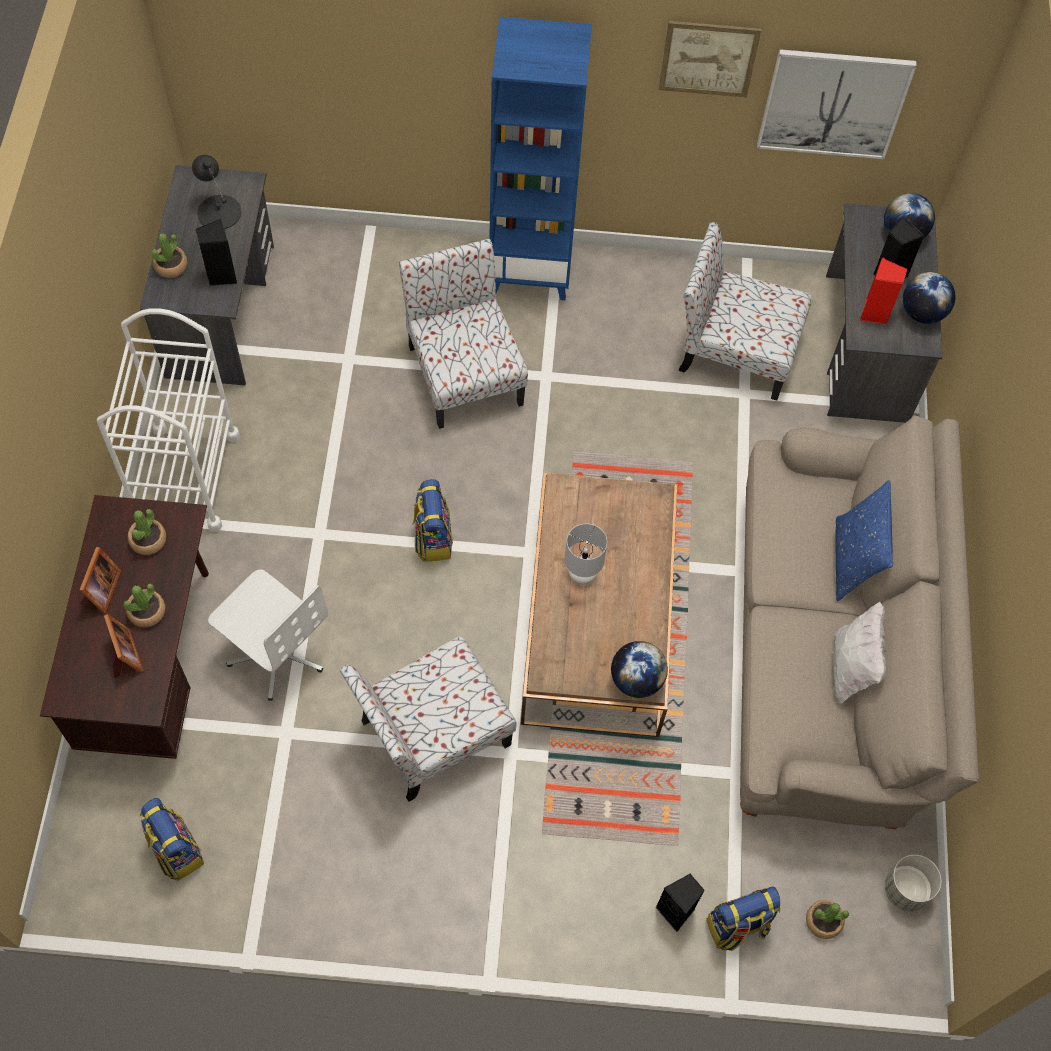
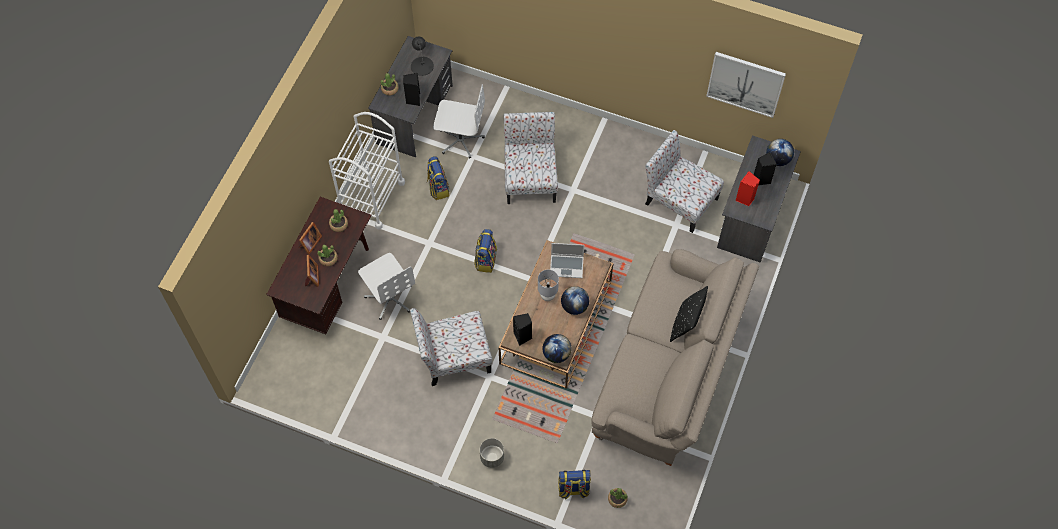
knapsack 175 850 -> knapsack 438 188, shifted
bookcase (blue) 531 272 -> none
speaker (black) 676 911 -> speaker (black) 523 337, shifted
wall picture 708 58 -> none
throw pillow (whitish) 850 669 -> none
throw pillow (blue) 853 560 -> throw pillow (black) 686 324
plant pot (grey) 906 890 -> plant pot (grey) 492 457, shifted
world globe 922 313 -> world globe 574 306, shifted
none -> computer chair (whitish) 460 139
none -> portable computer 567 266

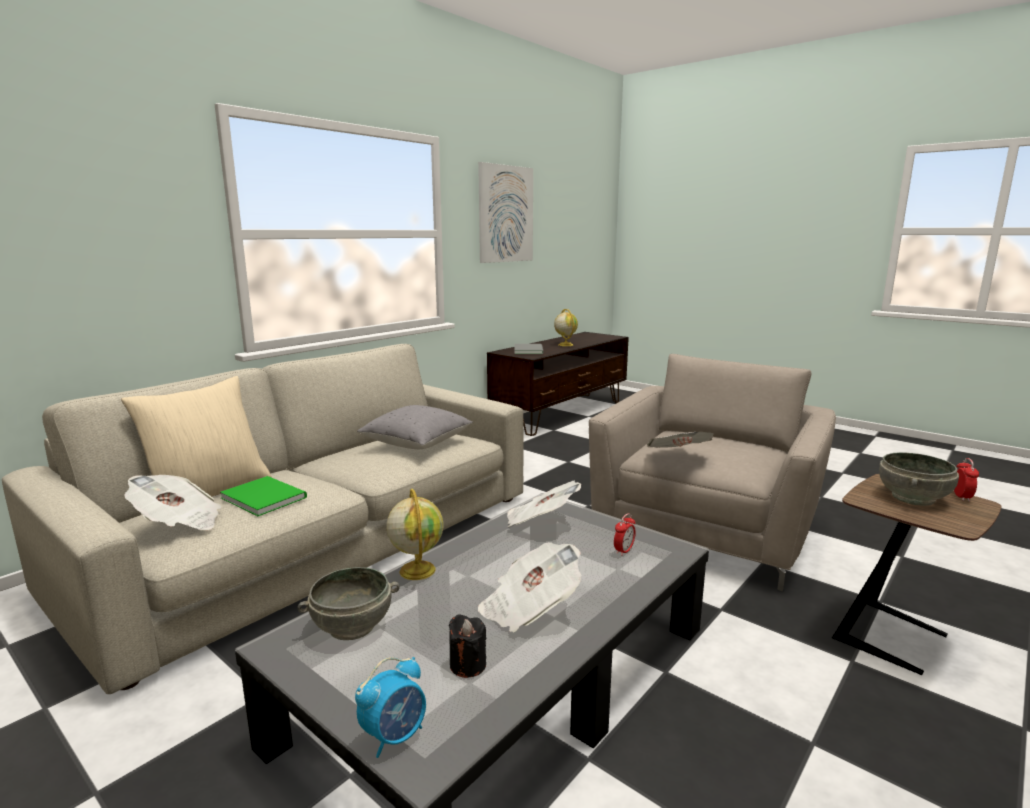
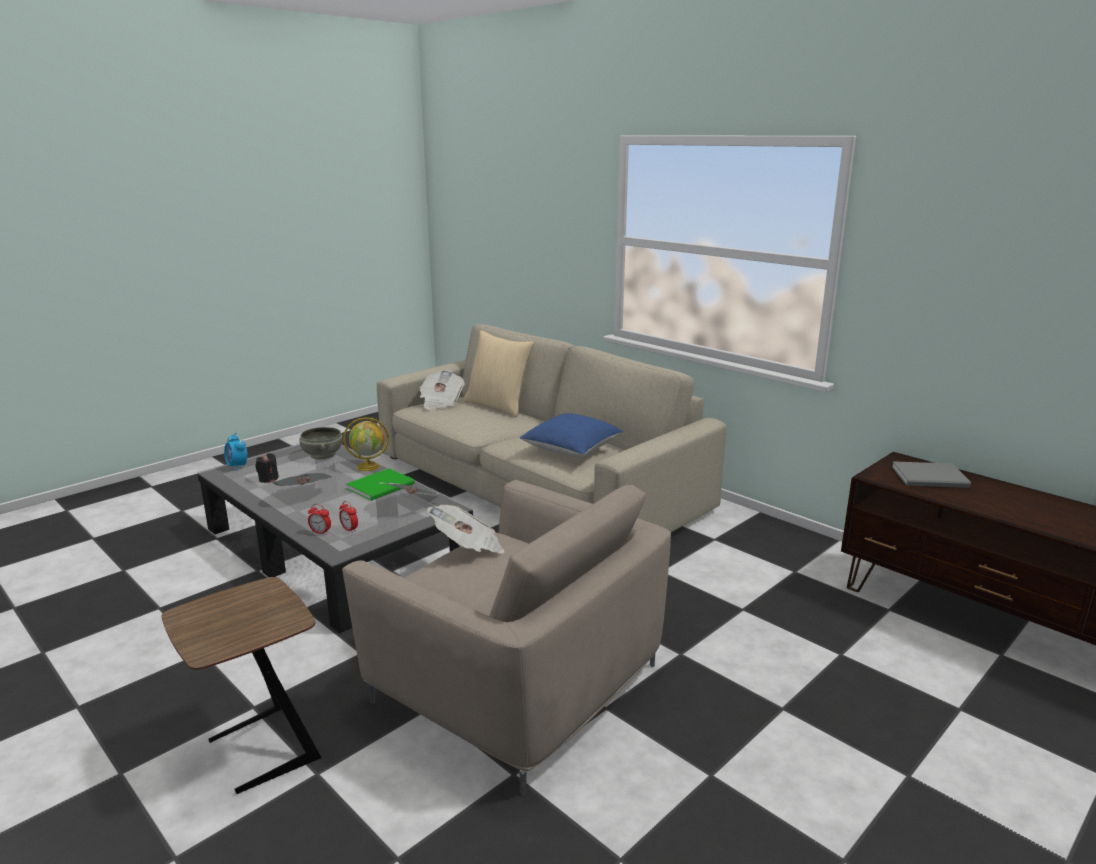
volume (green) 264 496 -> volume (green) 383 486, shifted
throw pillow (grey) 417 444 -> throw pillow (blue) 571 450
wall picture 506 214 -> none
world globe 565 345 -> none
deep dish (grey) 914 498 -> none
table clock 961 497 -> table clock 320 532, shifted

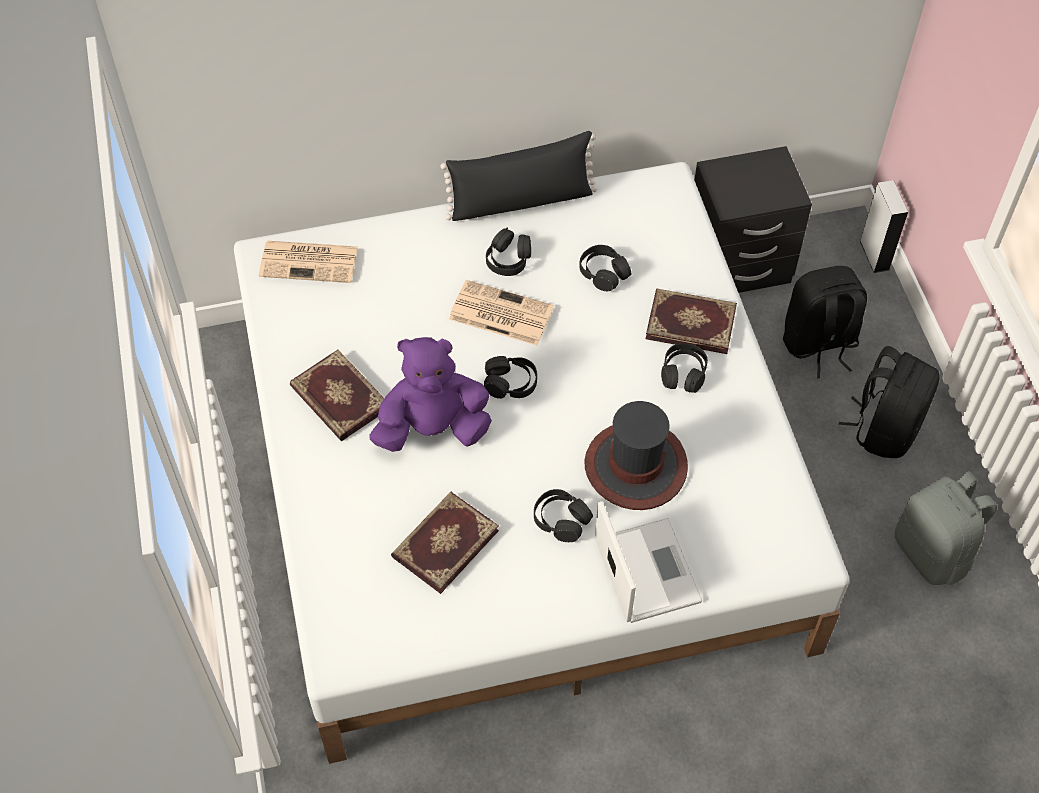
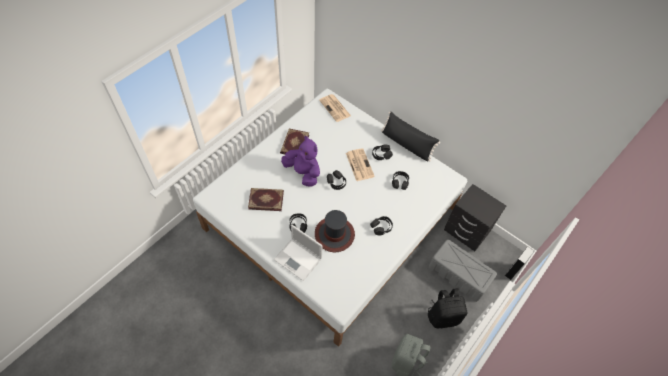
portable computer 645 569 -> portable computer 298 259, 90 degrees clockwise
volume 691 322 -> none
knapsack (black) 819 343 -> storage box (grey) 458 274

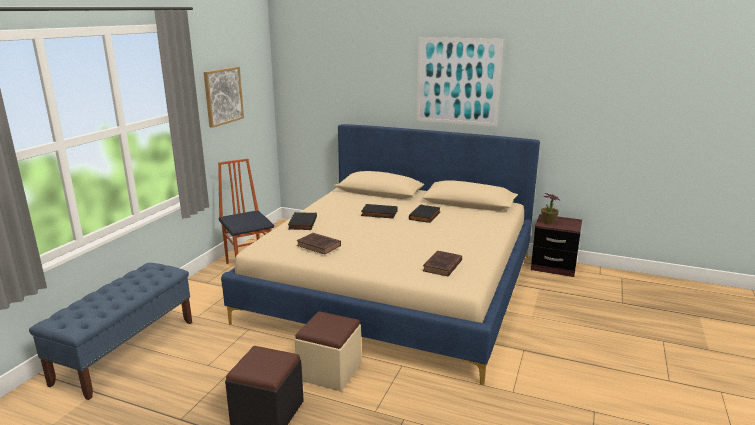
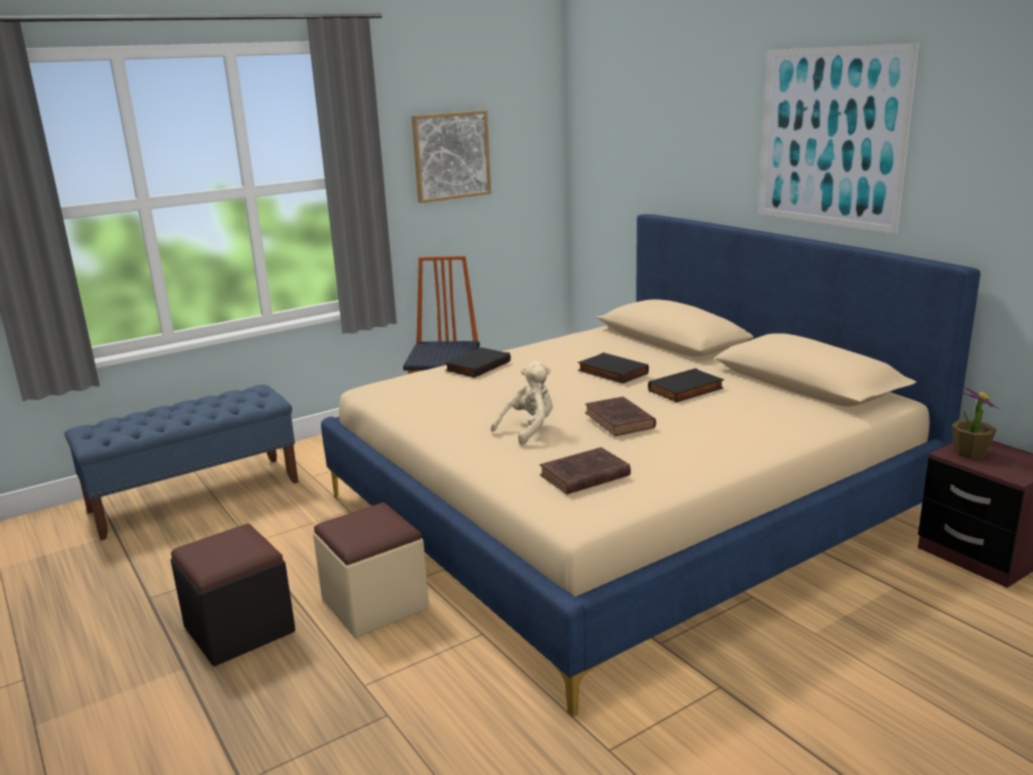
volume (brown) 319 246 -> volume (brown) 620 421, shifted
none -> soft toy (beige-coloured) 528 429

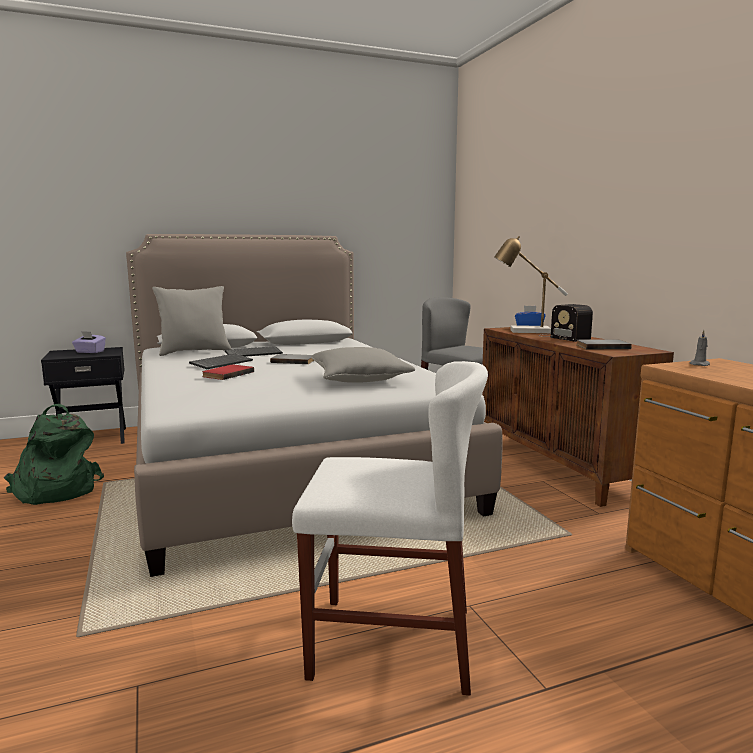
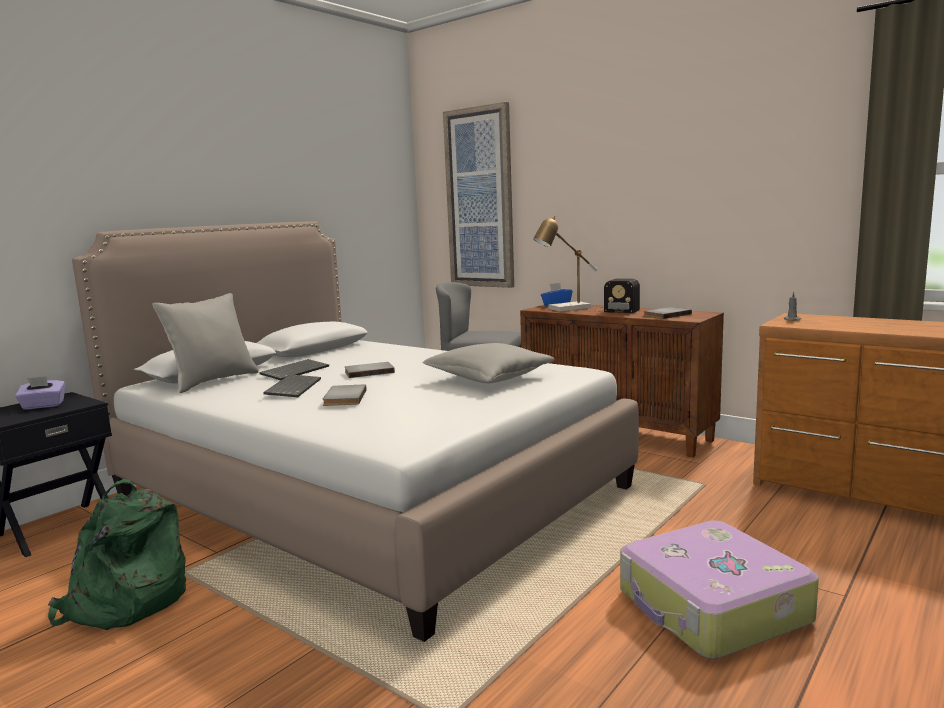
volume (red) 227 374 -> volume (grey) 343 398
plain chair (whitish) 392 642 -> piece of luggage 712 608
none -> wall picture 480 198

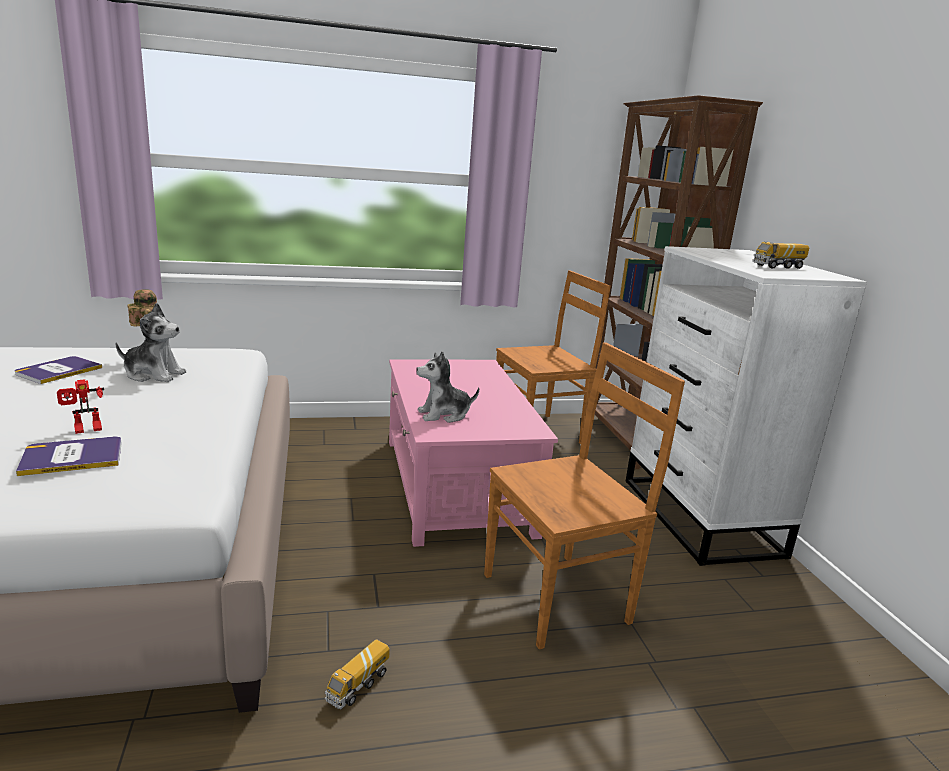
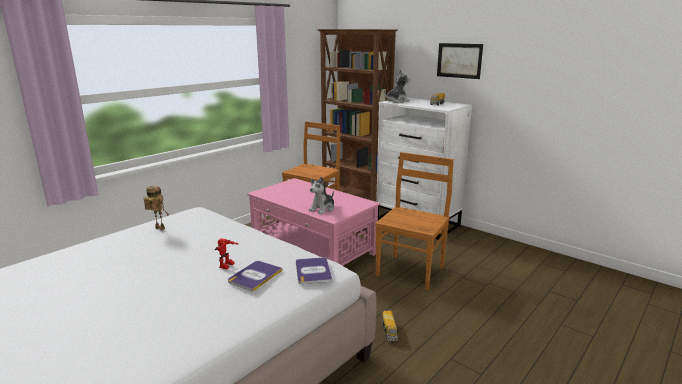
volume 58 371 -> volume 313 271, shifted
soft toy 153 374 -> soft toy 397 101, shifted
none -> wall picture 459 60

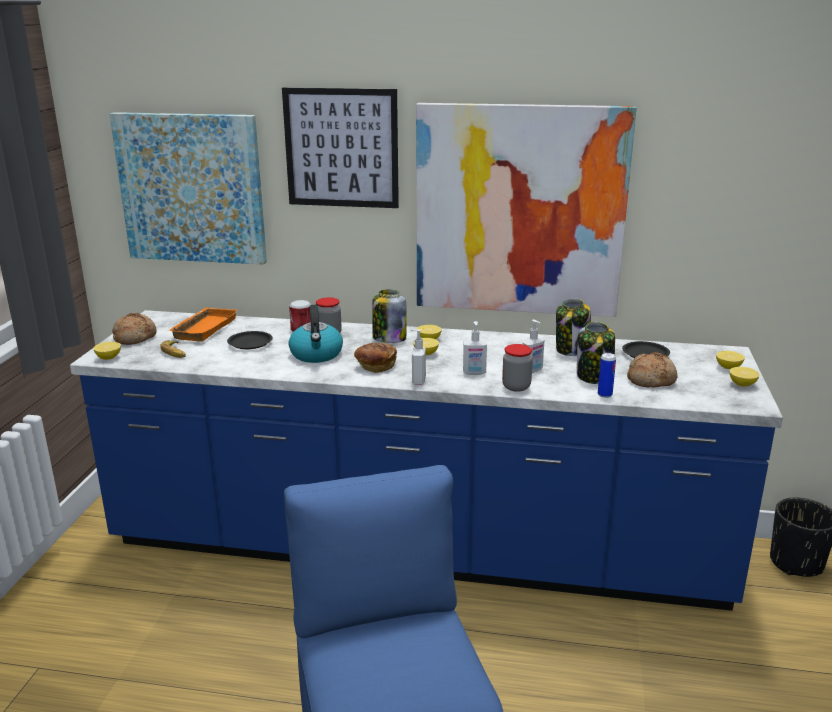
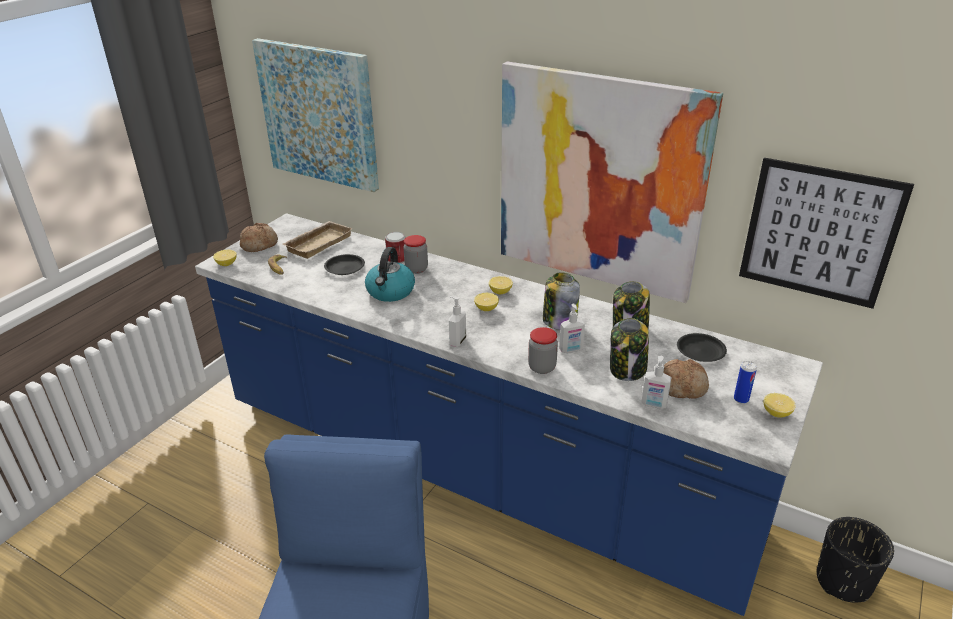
serving tray (orangey) 203 328 -> serving tray (beige-coloured) 318 243
wall picture 341 148 -> wall picture 819 233, shifted
bakery bread 375 366 -> none
jar 389 338 -> jar 559 321, shifted
soap dispenser 474 373 -> soap dispenser 653 404, shifted
sealed can 604 395 -> sealed can 741 399, shifted
lemon 728 367 -> none

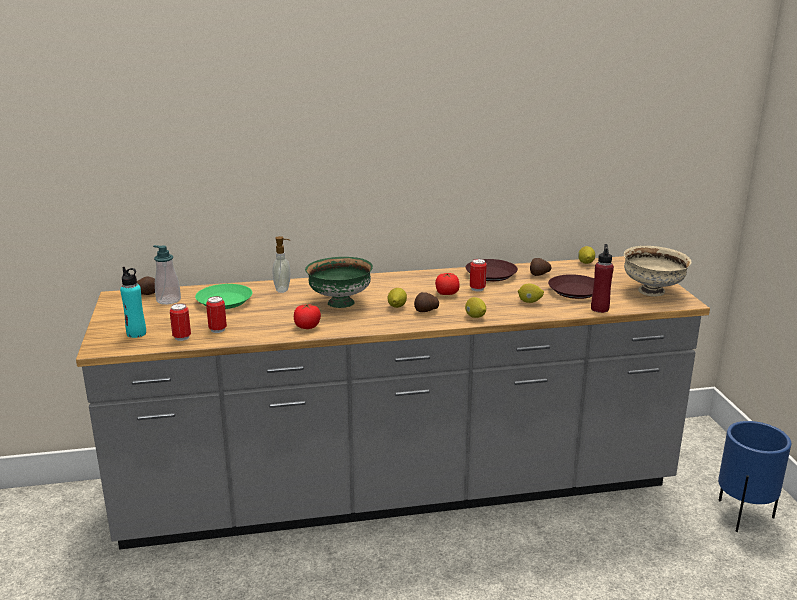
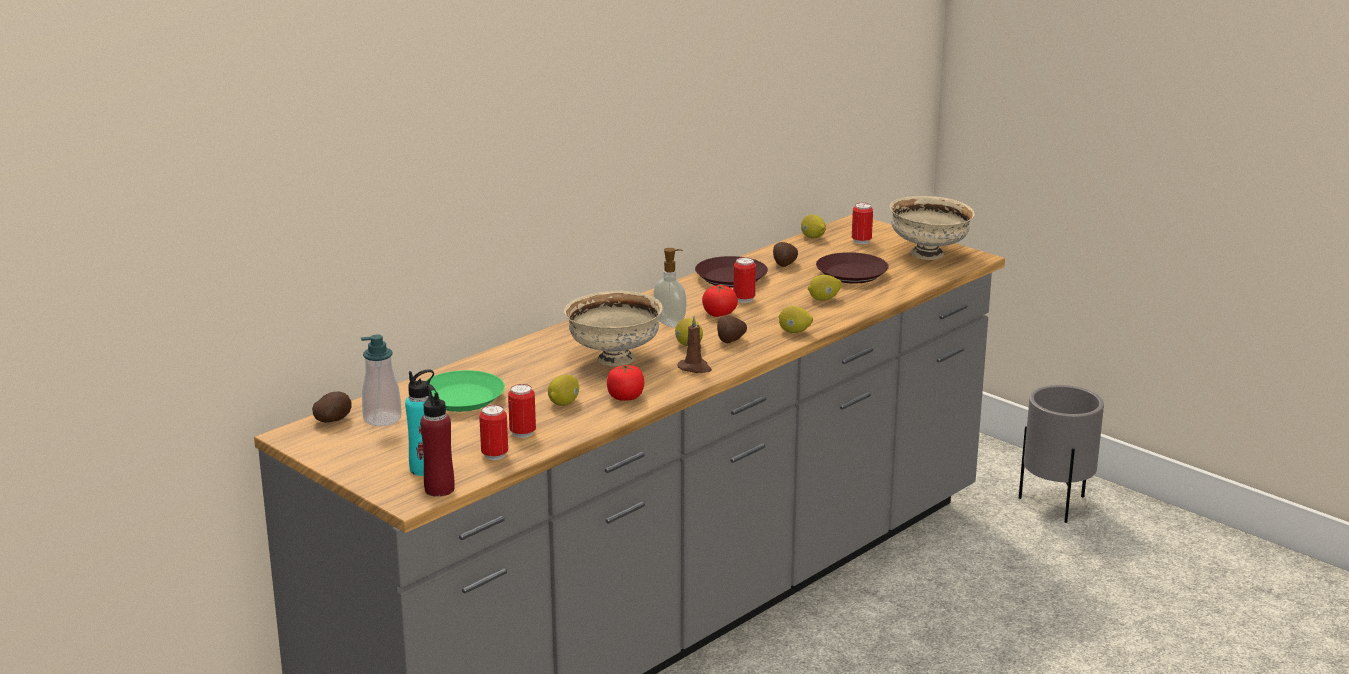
soap dispenser 283 289 -> soap dispenser 670 323, shifted
deep dish (green) 339 303 -> deep dish (beige-coloured) 614 359
drink bottle (red) 599 309 -> drink bottle (red) 439 489, shifted
plant pot (blue) 743 517 -> plant pot (grey) 1056 506
none -> lemon 564 403
none -> wax light (brown) 695 368
none -> sealed can 861 241

